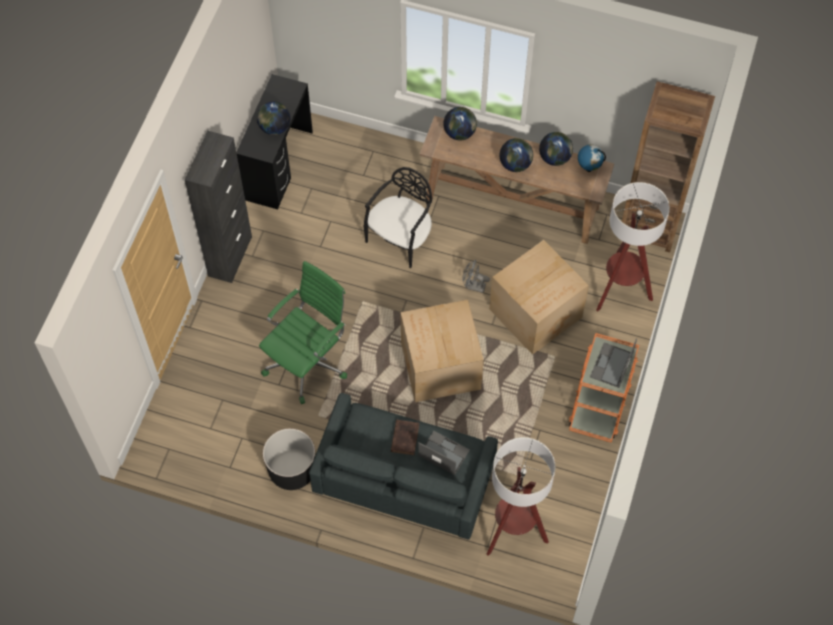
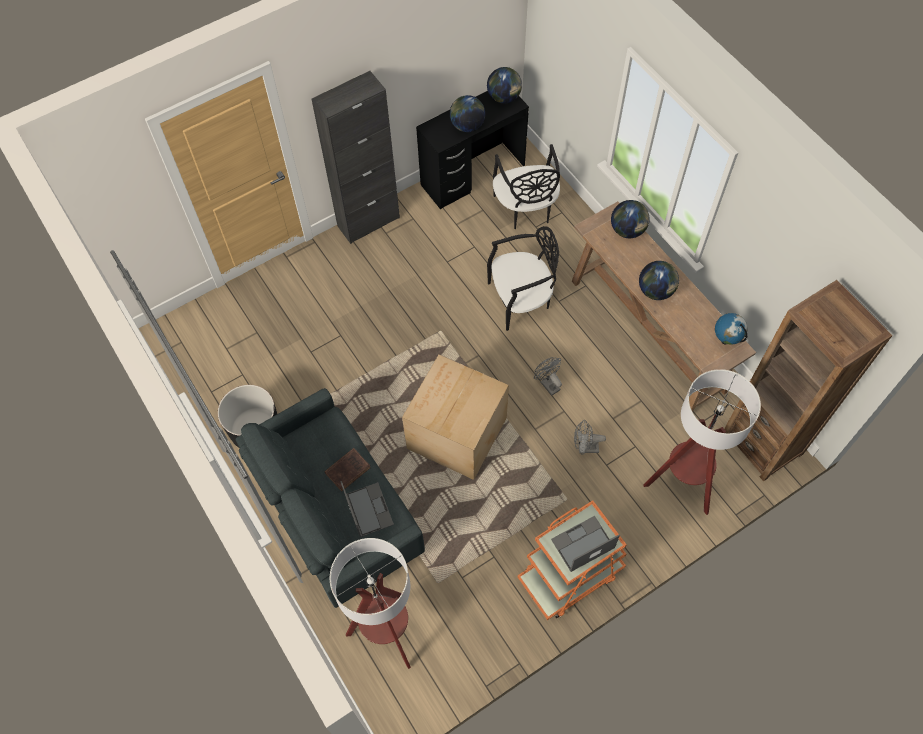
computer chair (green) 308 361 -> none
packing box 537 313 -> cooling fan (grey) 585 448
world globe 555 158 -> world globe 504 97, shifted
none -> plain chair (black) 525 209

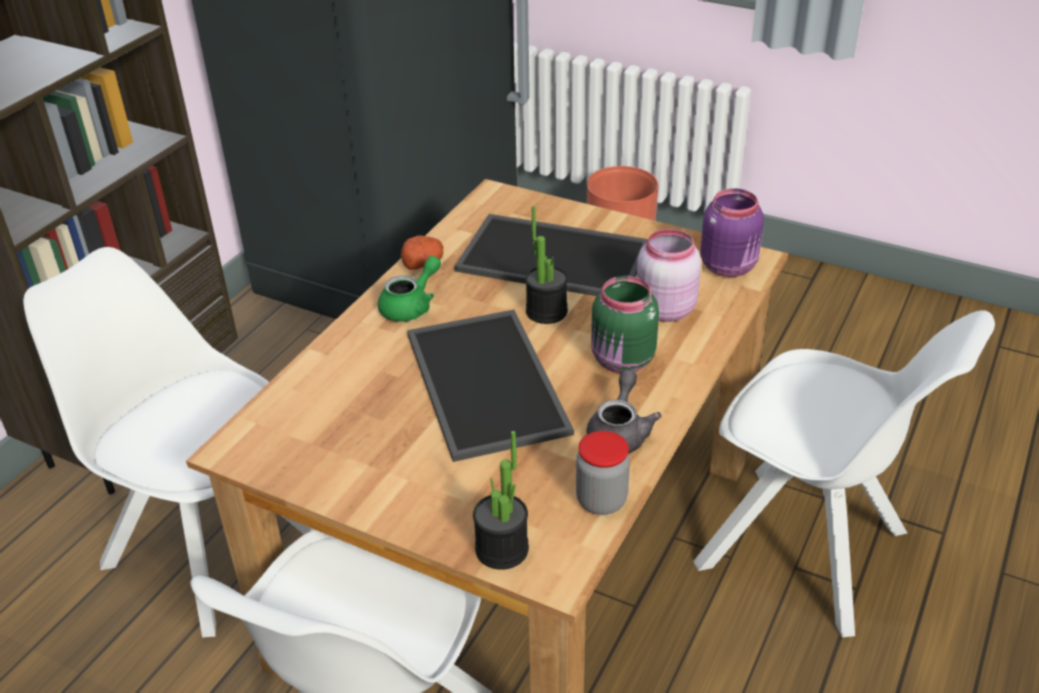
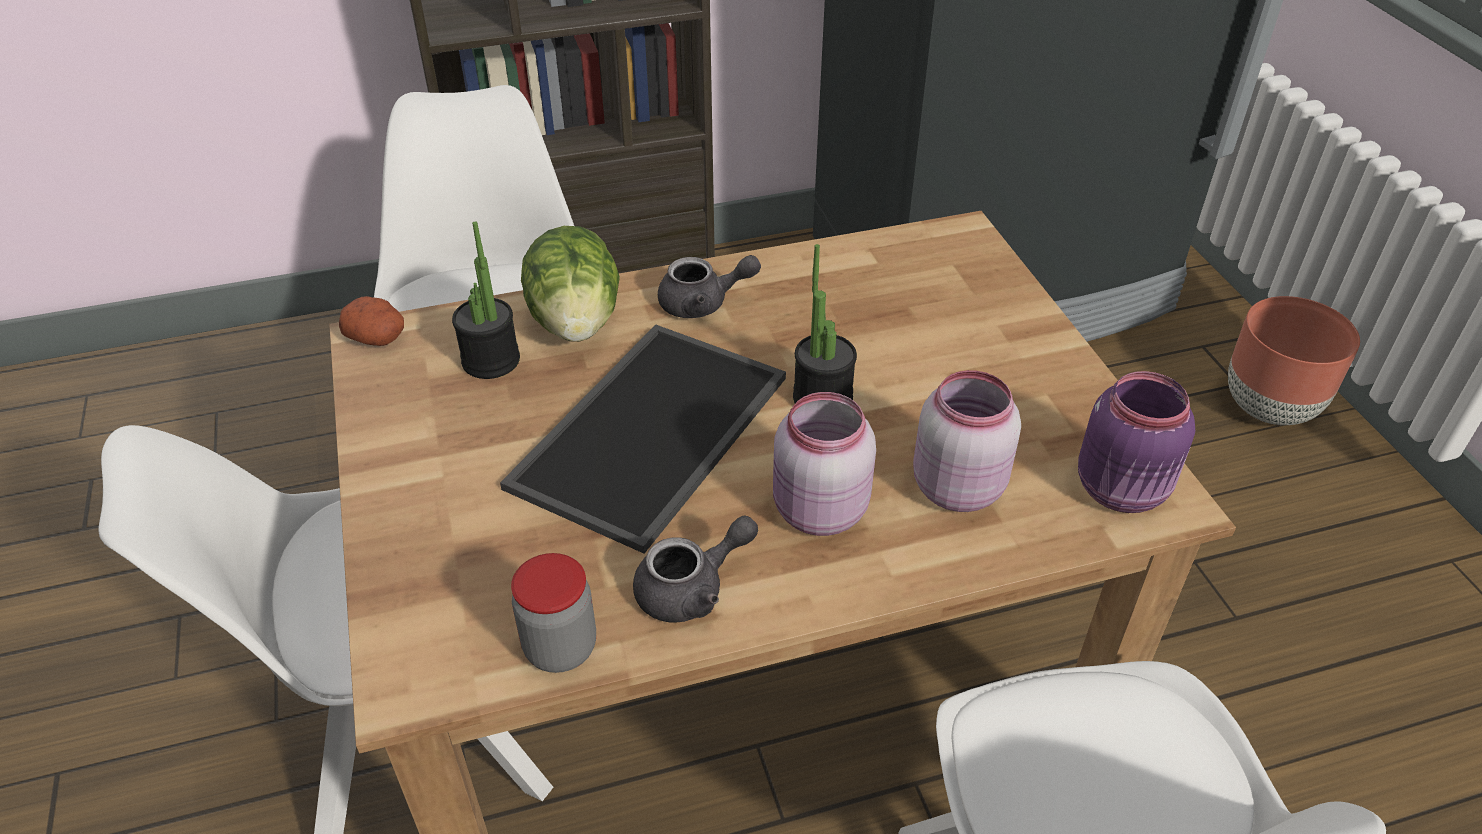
teapot (green) 411 306 -> teapot (grey) 703 303
whole potato 423 263 -> whole potato 378 337, shifted
serving tray 556 256 -> none
houseplant 502 549 -> houseplant 491 360, shifted
jar (green) 622 361 -> jar (pink) 817 511
none -> lettuce 576 323

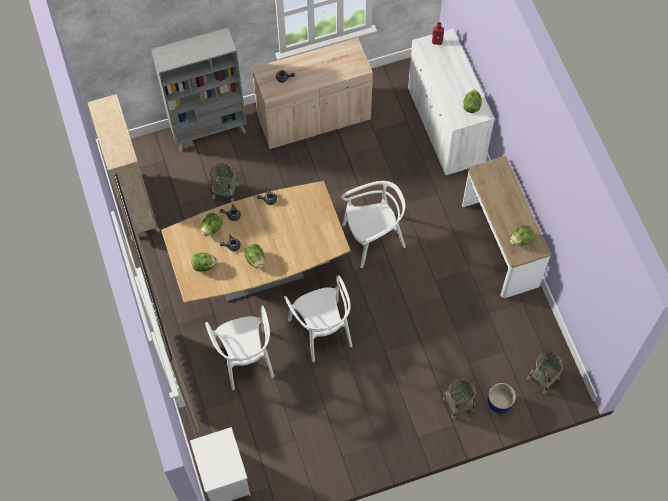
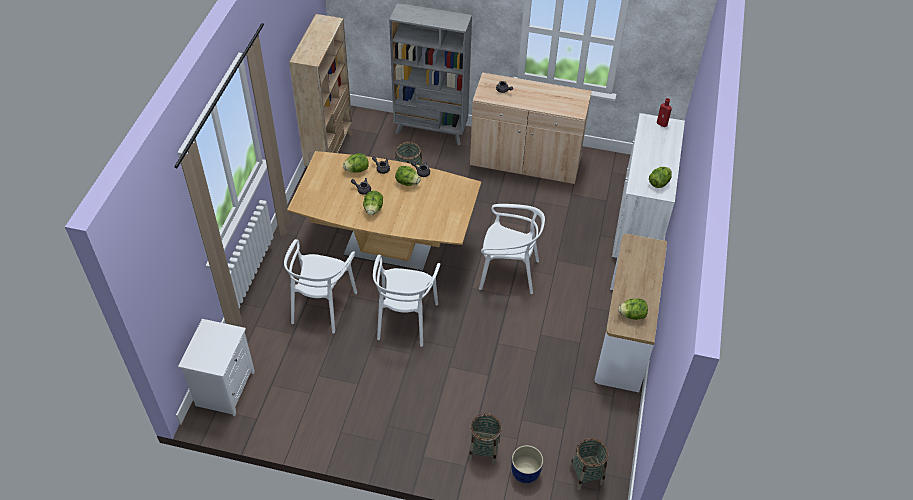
lettuce 204 265 -> lettuce 407 182, shifted

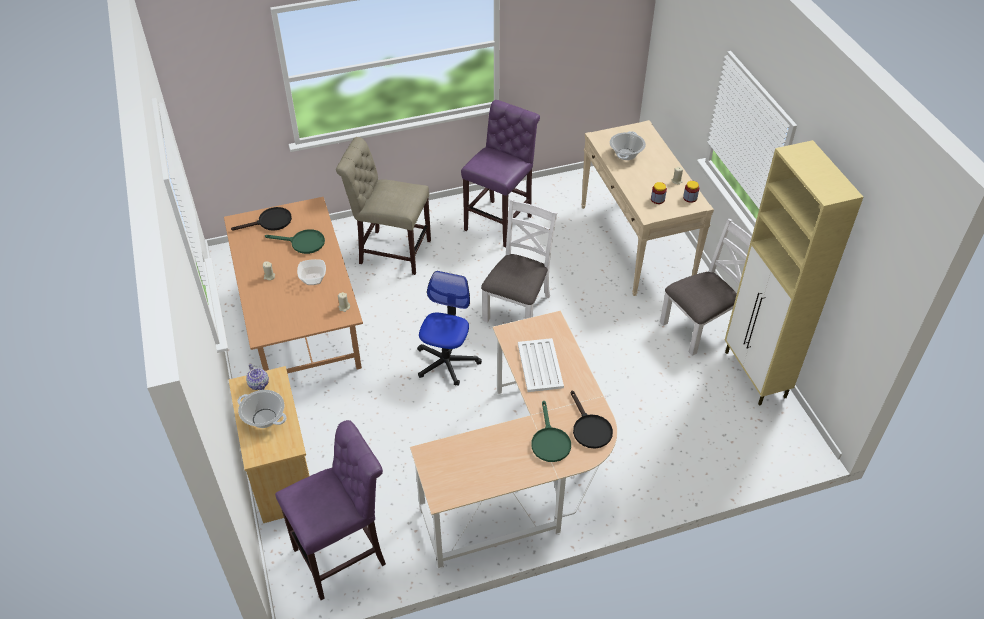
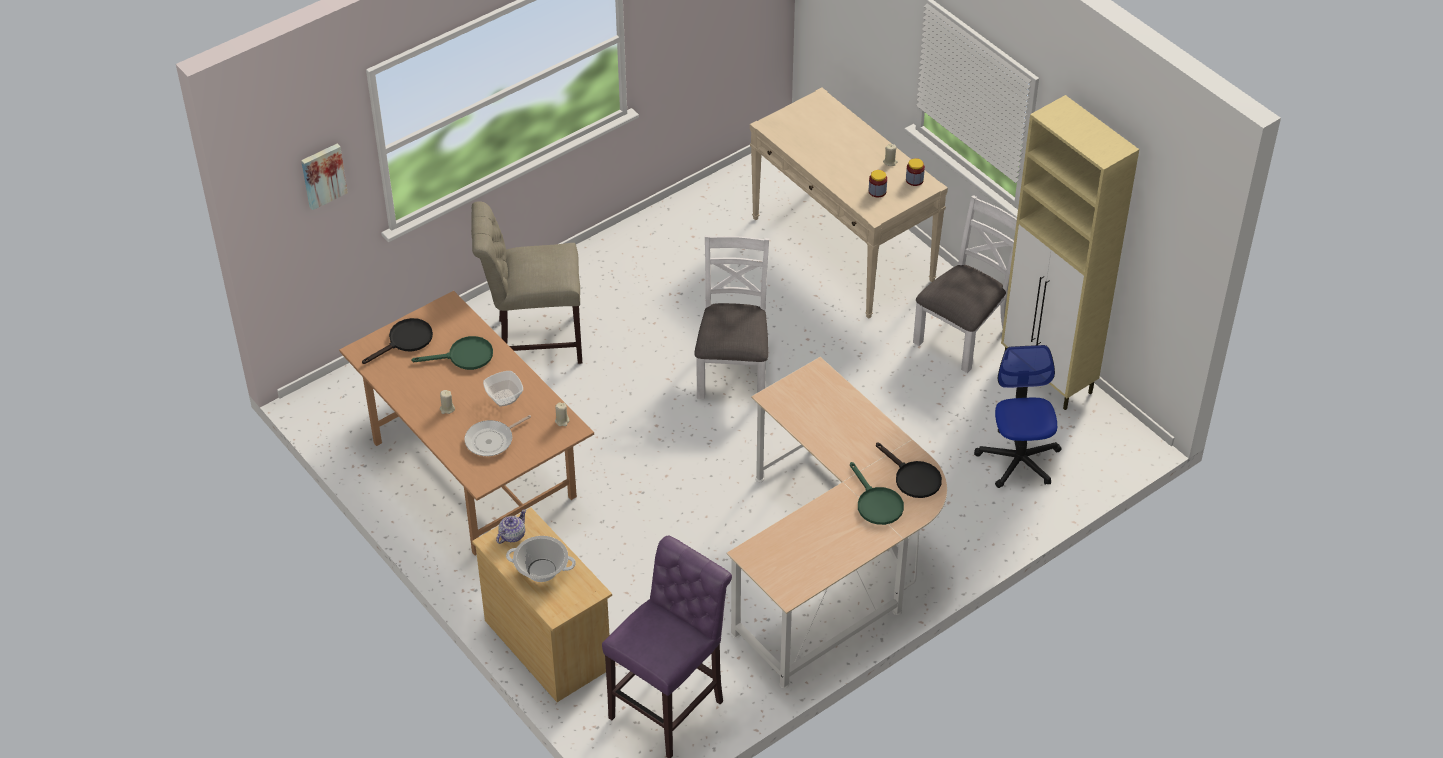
teapot 259 384 -> teapot 512 535, 90 degrees counterclockwise
computer chair 446 362 -> computer chair 1018 460, shifted
stool (purplish) 500 221 -> none
serving tray (whitish) 540 365 -> none
saucepot 626 154 -> none
none -> wall picture 323 175
none -> pan 492 440

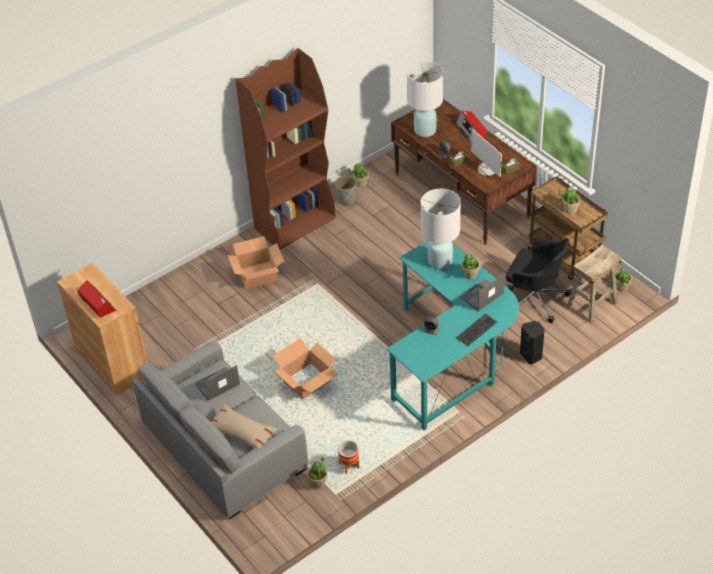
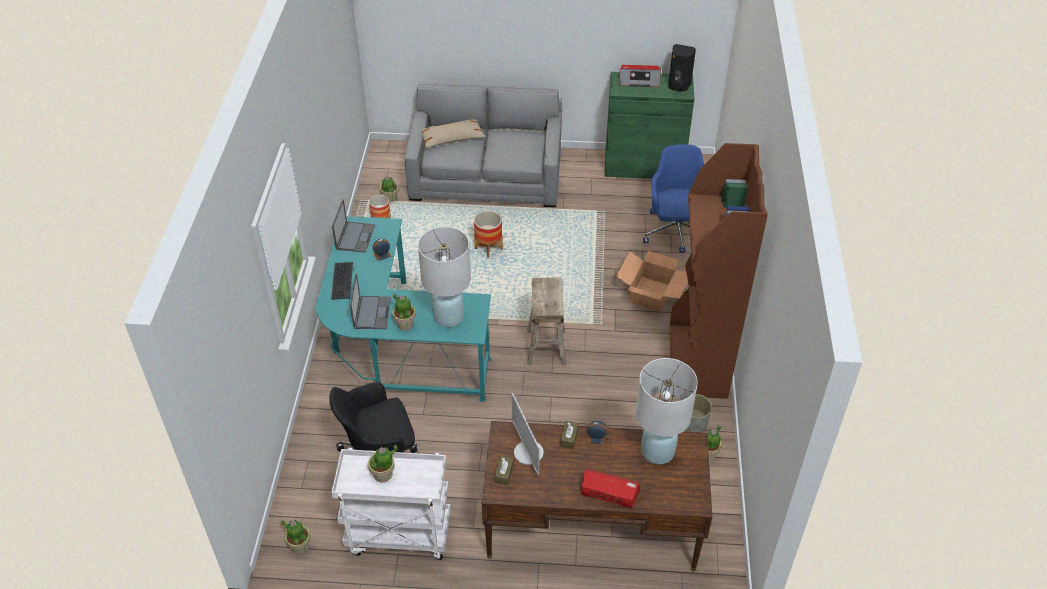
storage cabinet (brown) 113 362 -> storage cabinet (green) 643 166
portable computer 216 384 -> portable computer 355 237, shifted
packing box 307 381 -> plant pot 488 249
monitor 487 169 -> monitor 528 453, 120 degrees counterclockwise
speaker (black) 531 355 -> speaker (black) 678 86, shifted
trolley (brown) 564 257 -> trolley (whitish) 398 535
stool (beige-coloured) 592 304 -> stool (beige-coloured) 546 347, shifted
none -> computer chair (blue) 676 232

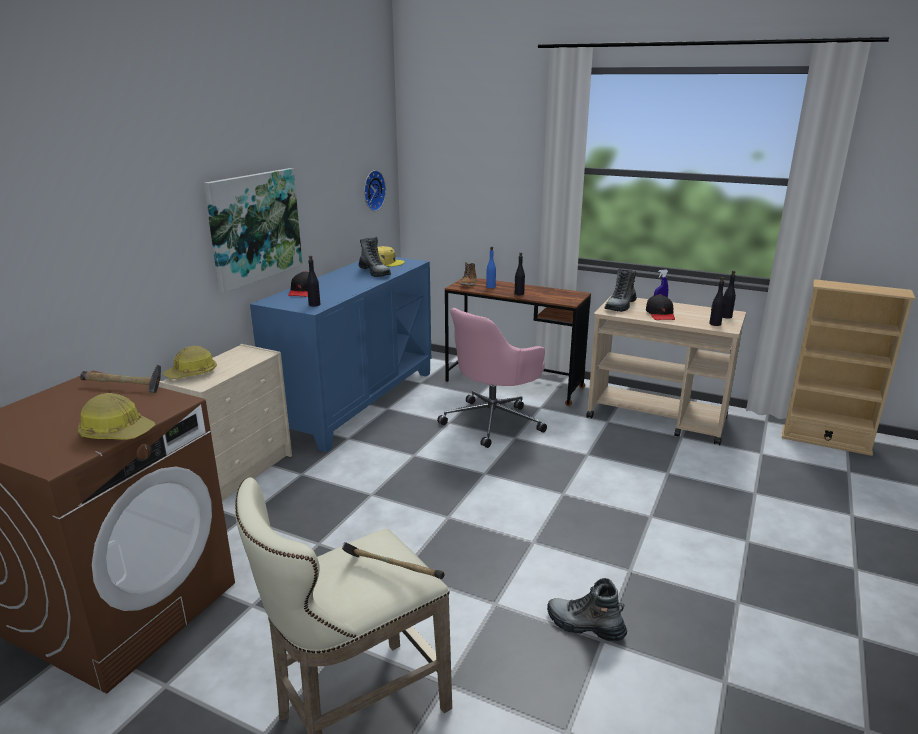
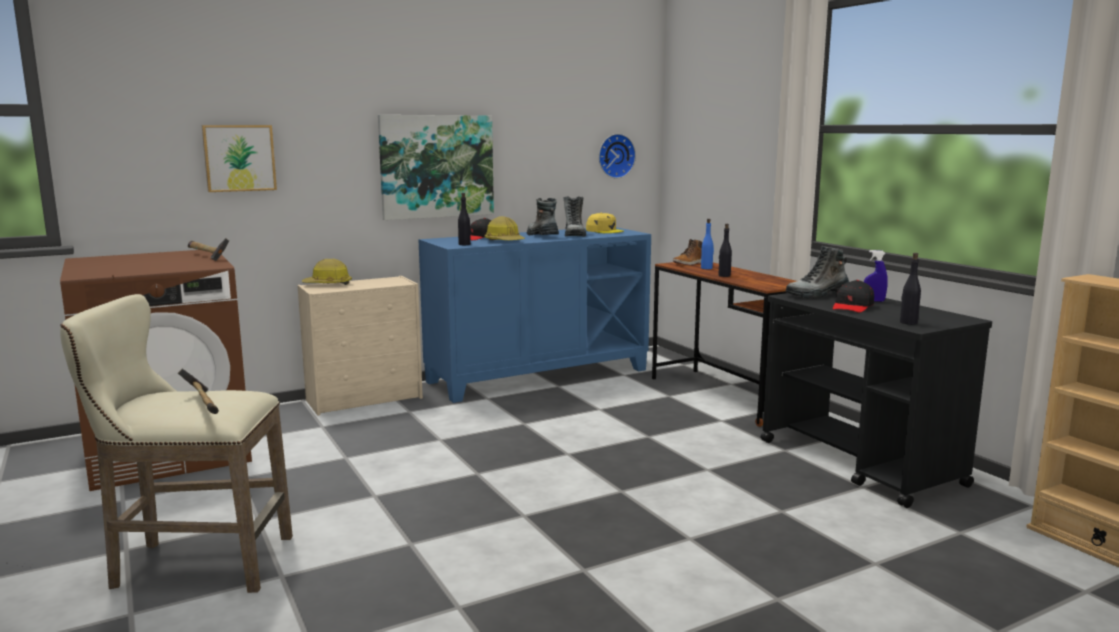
work helmet 117 432 -> work helmet 504 241, shifted
computer chair (pink) 493 421 -> none
high-top boot 585 626 -> high-top boot 542 236, shifted
trolley (beige-coloured) 658 418 -> trolley (black) 860 463
drink bottle (black) 726 316 -> none
none -> wall picture 239 158

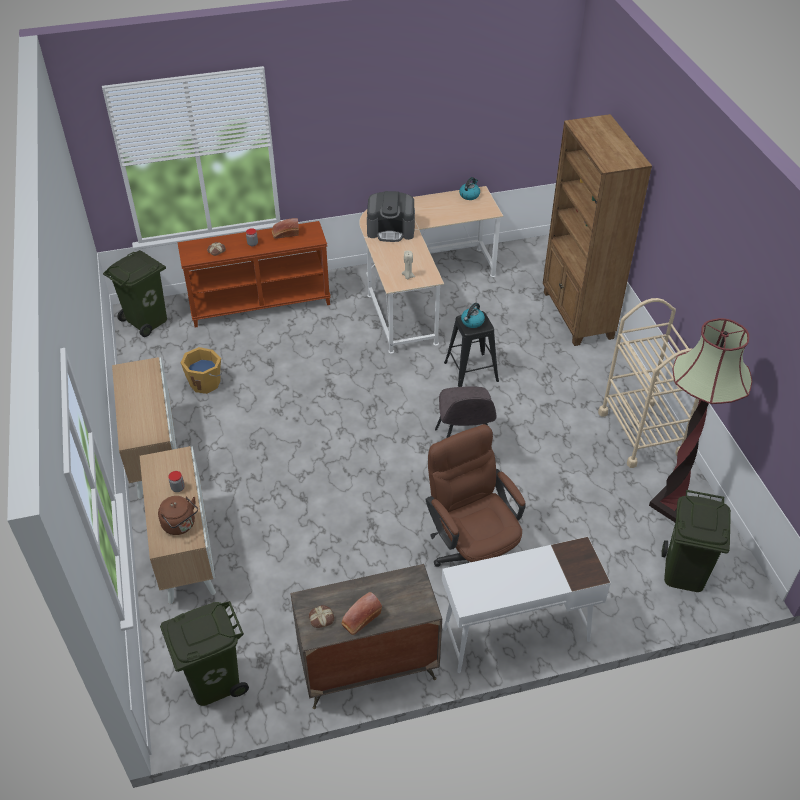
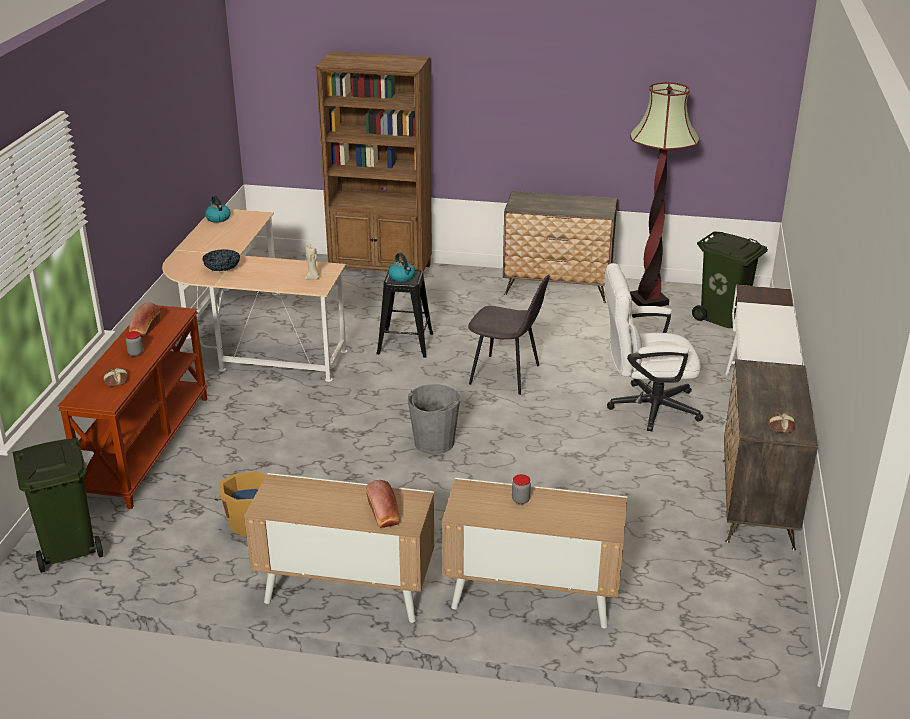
kettle (brown) 180 525 -> none
trash can (green) 213 680 -> none
bakery bread 360 619 -> bakery bread 384 514, shifted
coffee brewer 391 230 -> deep dish 222 269
computer chair (brown) 472 552 -> computer chair (whitish) 645 407
trolley (beige-coloured) 640 433 -> drawer chest 558 288
none -> bucket (grey) 434 442

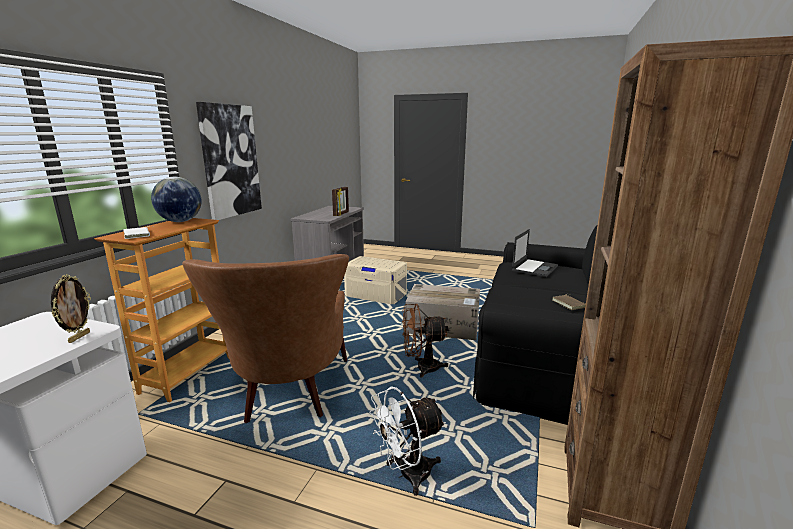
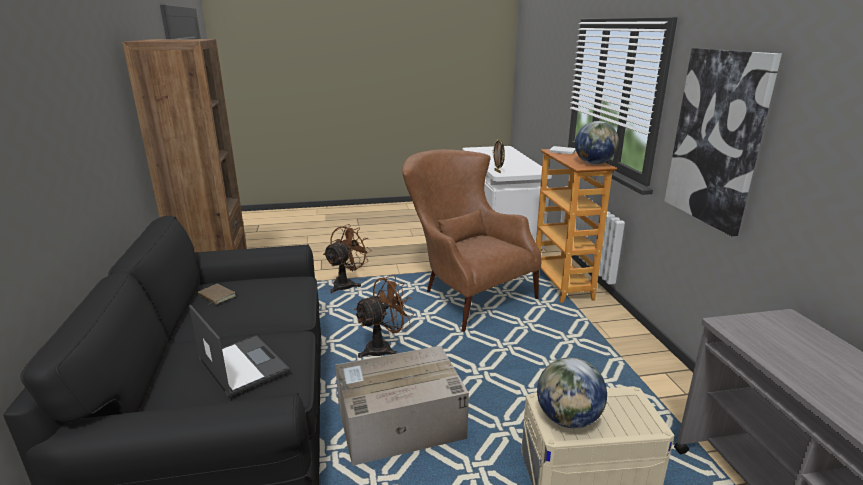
photo frame 341 214 -> none
cooling fan (whitish) 407 475 -> cooling fan (brown) 347 284
portable computer 535 268 -> portable computer 242 364, 135 degrees clockwise
none -> world globe 568 419

